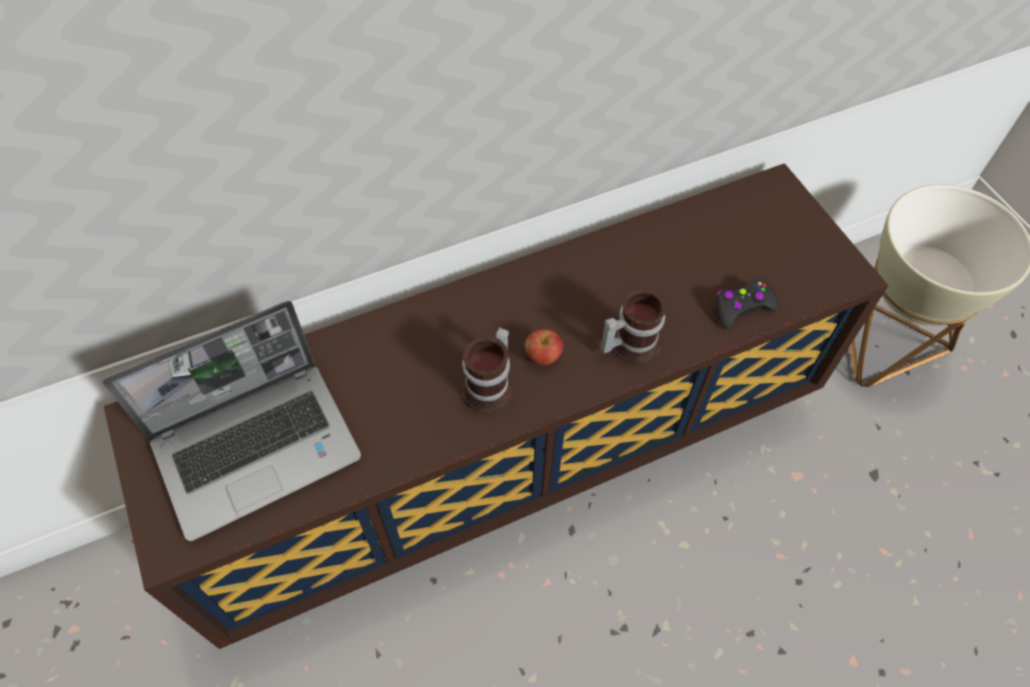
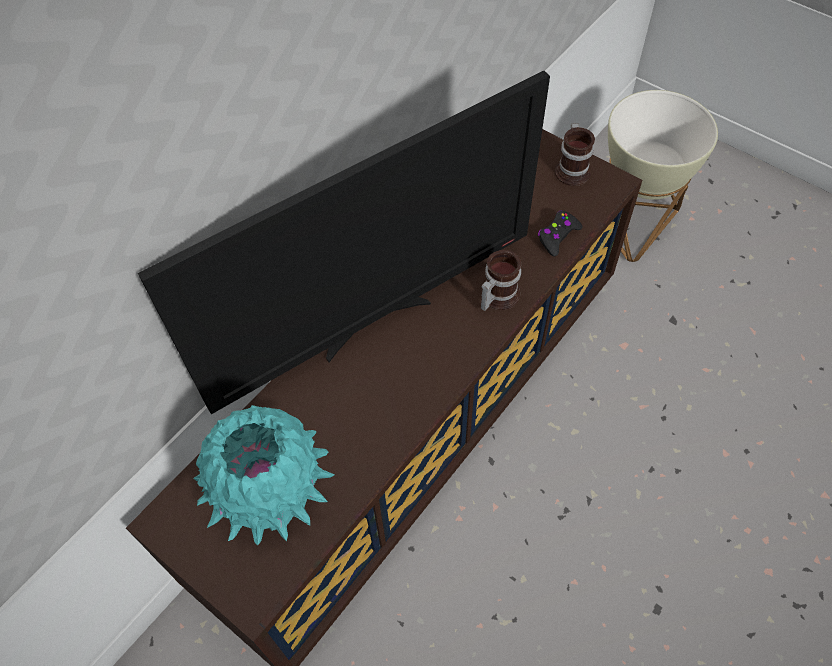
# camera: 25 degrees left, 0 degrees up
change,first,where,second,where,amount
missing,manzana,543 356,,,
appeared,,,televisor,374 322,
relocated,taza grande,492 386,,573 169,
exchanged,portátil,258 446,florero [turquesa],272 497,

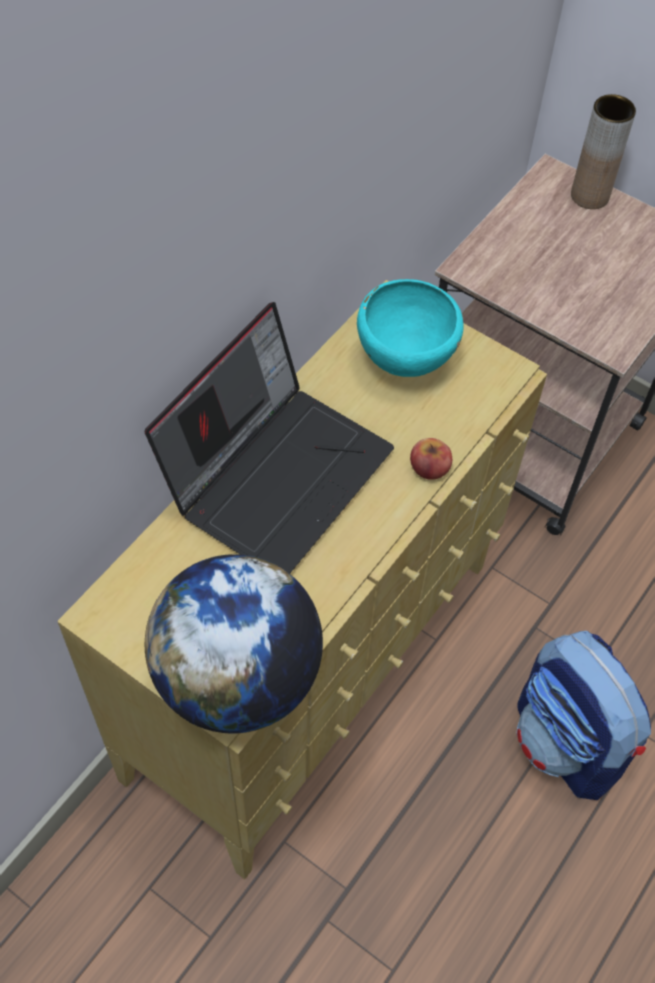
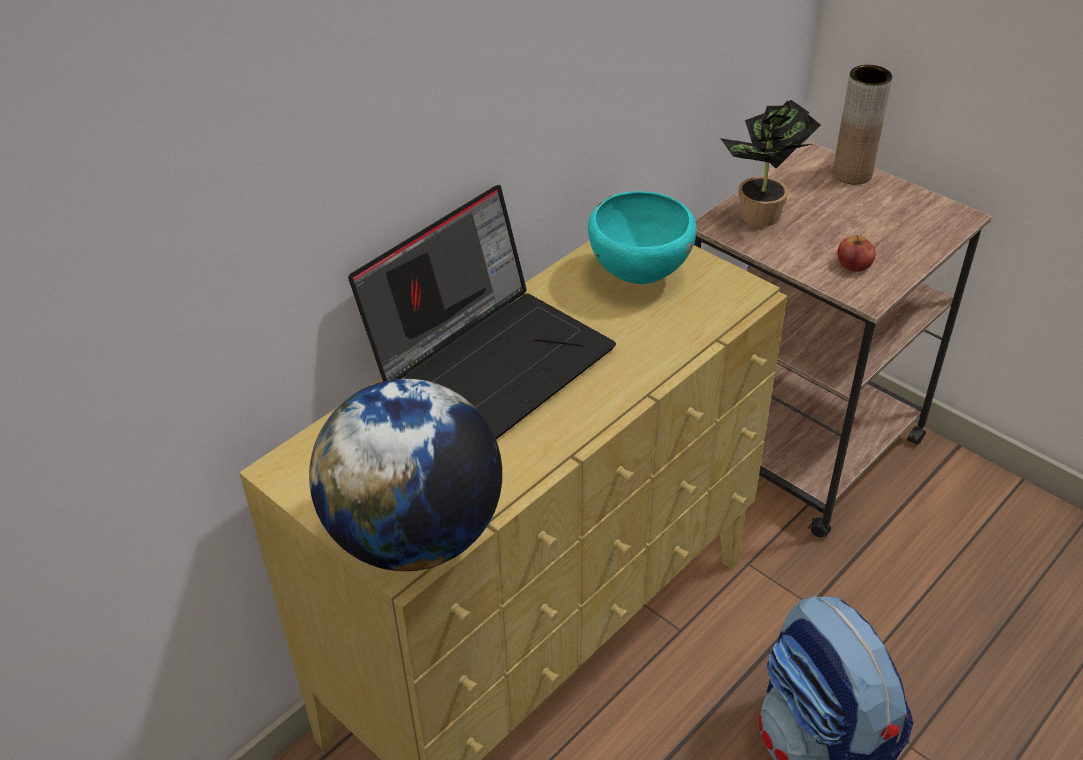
# camera: 10 degrees right, 15 degrees down
change,first,where,second,where,amount
appeared,,,planta en maceta,760 219,
relocated,manzana,429 467,,854 264,

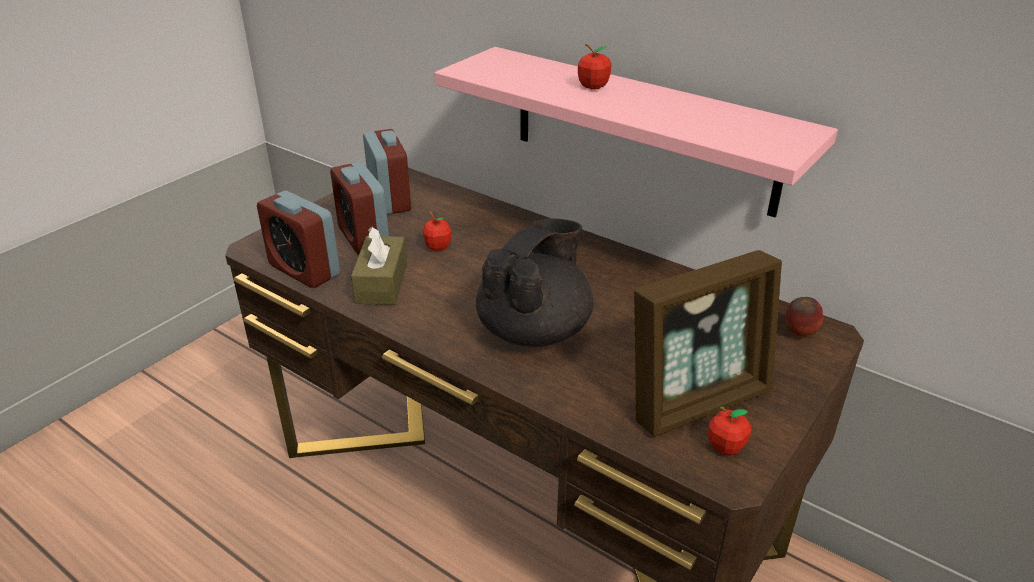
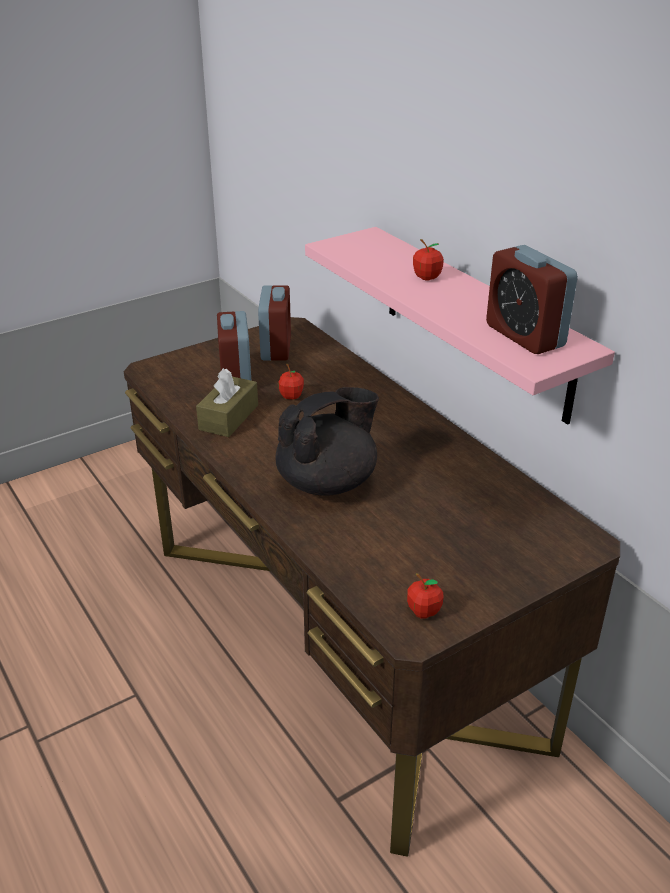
# camera: 20 degrees right, 0 degrees up
change,first,where,second,where,amount
missing,portarretratos,698 400,,,
missing,manzana,799 334,,,
relocated,despertador,304 270,,524 336,

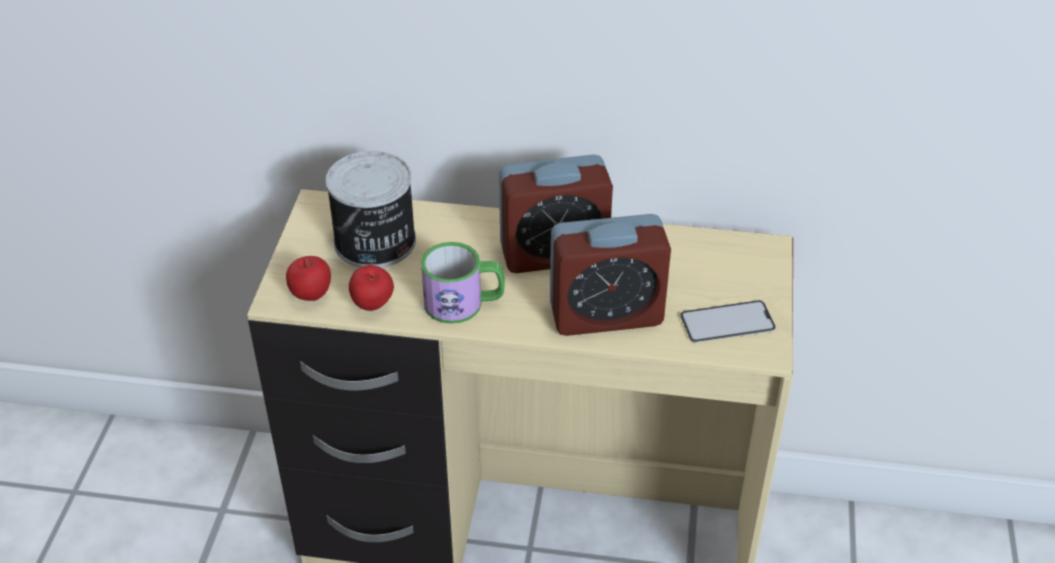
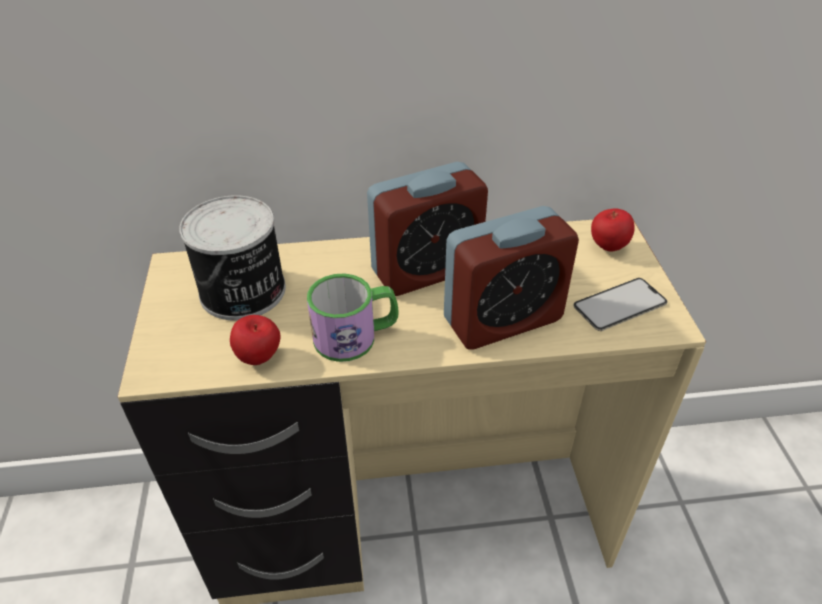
# camera: 15 degrees left, 0 degrees up
change,first,where,second,where,amount
relocated,manzana,311 295,,607 247,

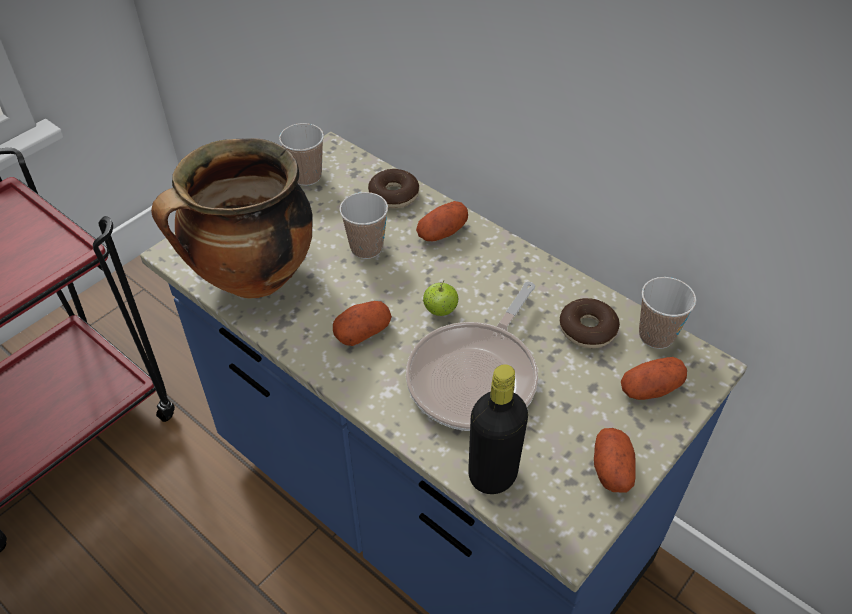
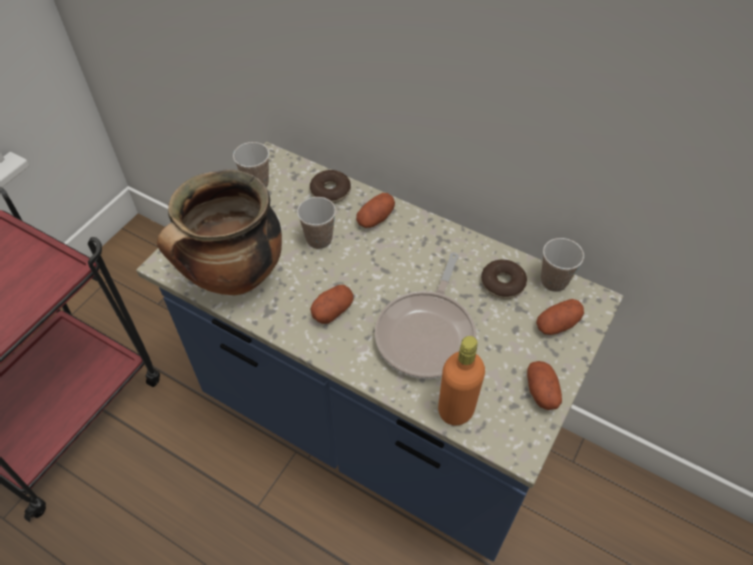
# camera: 10 degrees left, 5 degrees up
change,first,where,second,where,amount
missing,manzana,440 311,,,
colour,botella [negro],492 475,botella [naranja],456 410,

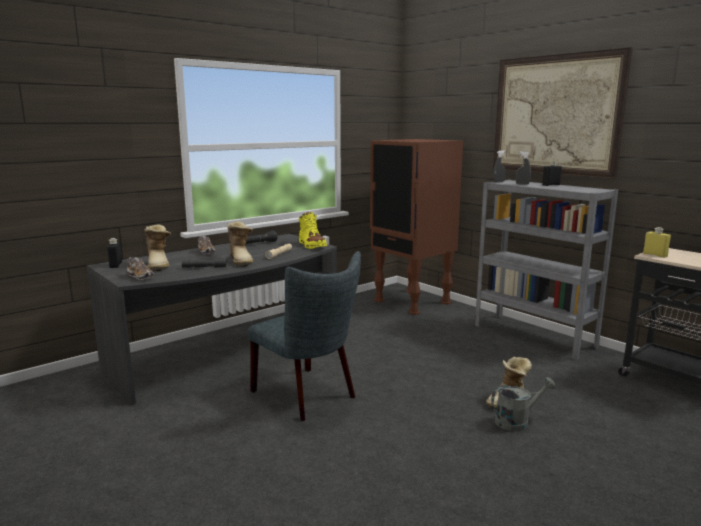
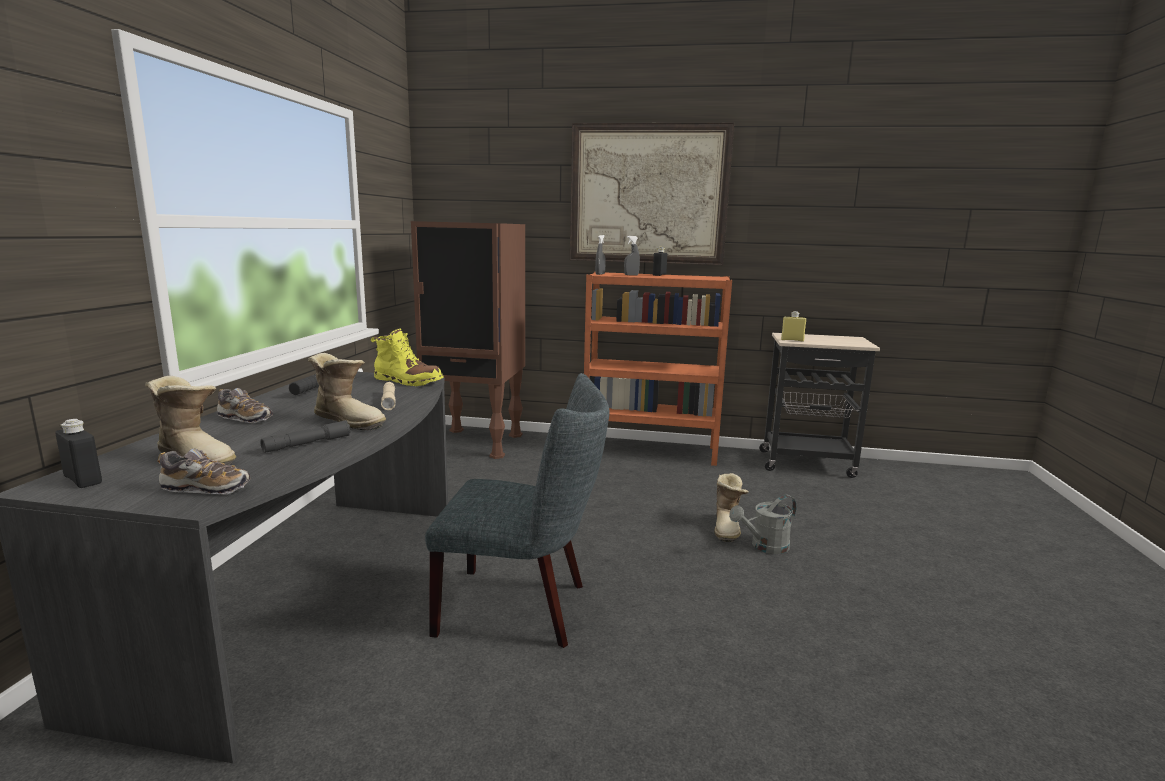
# camera: 40 degrees left, 0 degrees up
change,first,where,second,where,amount
colour,estantería [gris],533 336,estantería [naranja],650 451,
spun,regadera [gris],517 421,,764 546,150 degrees counterclockwise

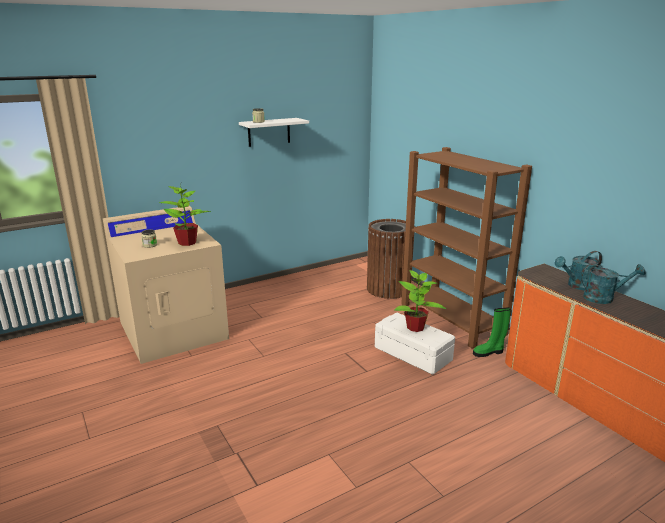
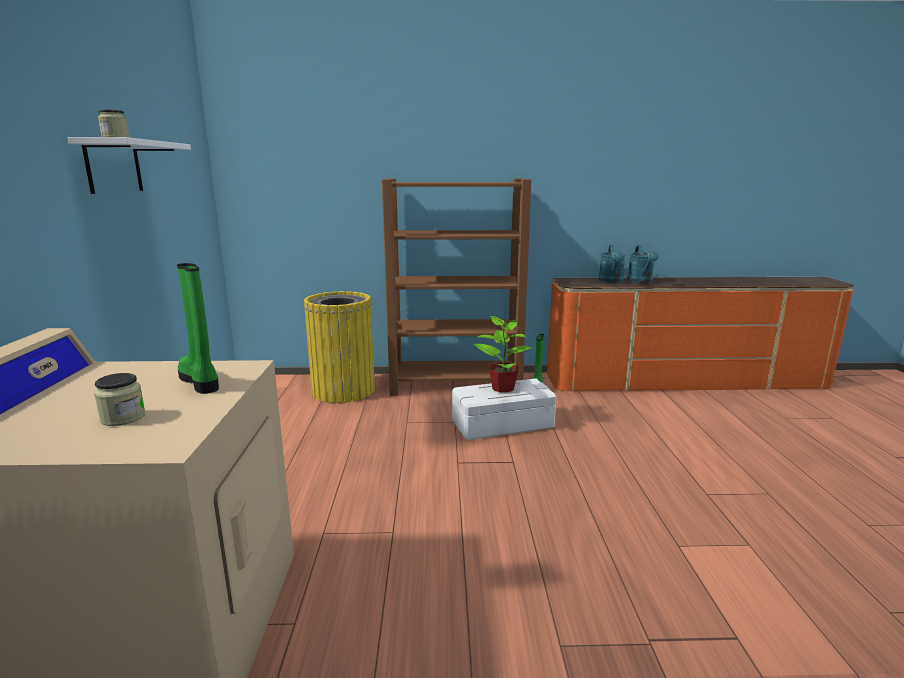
# camera: 60 degrees left, 5 degrees down
change,first,where,second,where,amount
exchanged,planta en maceta,187 243,bota [verde],201 381,
colour,papelera [marrón],388 289,papelera [amarillo],343 390,
spun,regadera [turquesa],603 298,,641 281,150 degrees clockwise

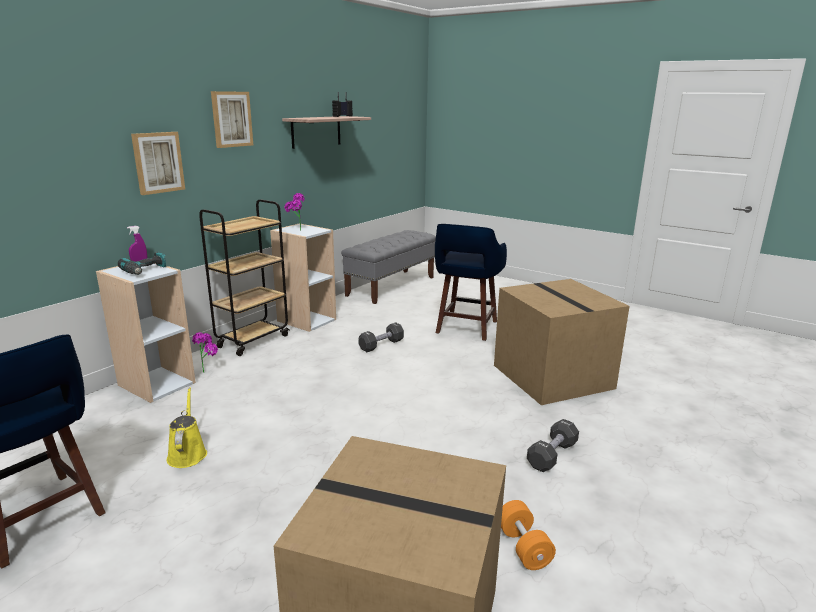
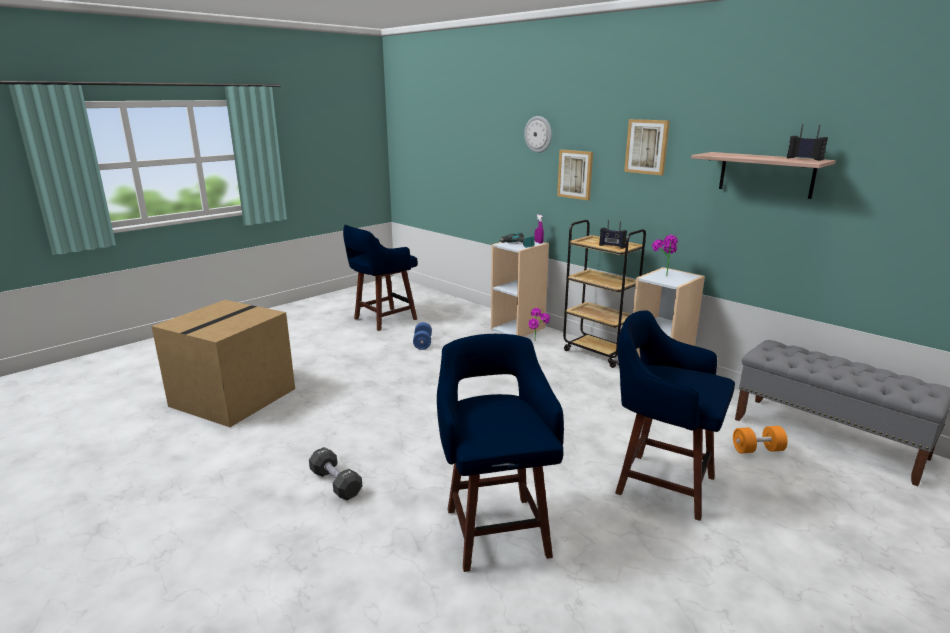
# camera: 100 degrees right, 0 degrees up
change,first,where,second,where,amount
missing,mancuerna [negro],381 345,,,
appeared,,,reloj de pared,538 134,
appeared,,,radio,612 246,
relocated,mancuerna [naranja],523 547,,757 450,
exchanged,regadera [amarillo],187 453,mancuerna [azul],422 343,
exchanged,caja de cartón,550 376,taburete [azul],496 528,

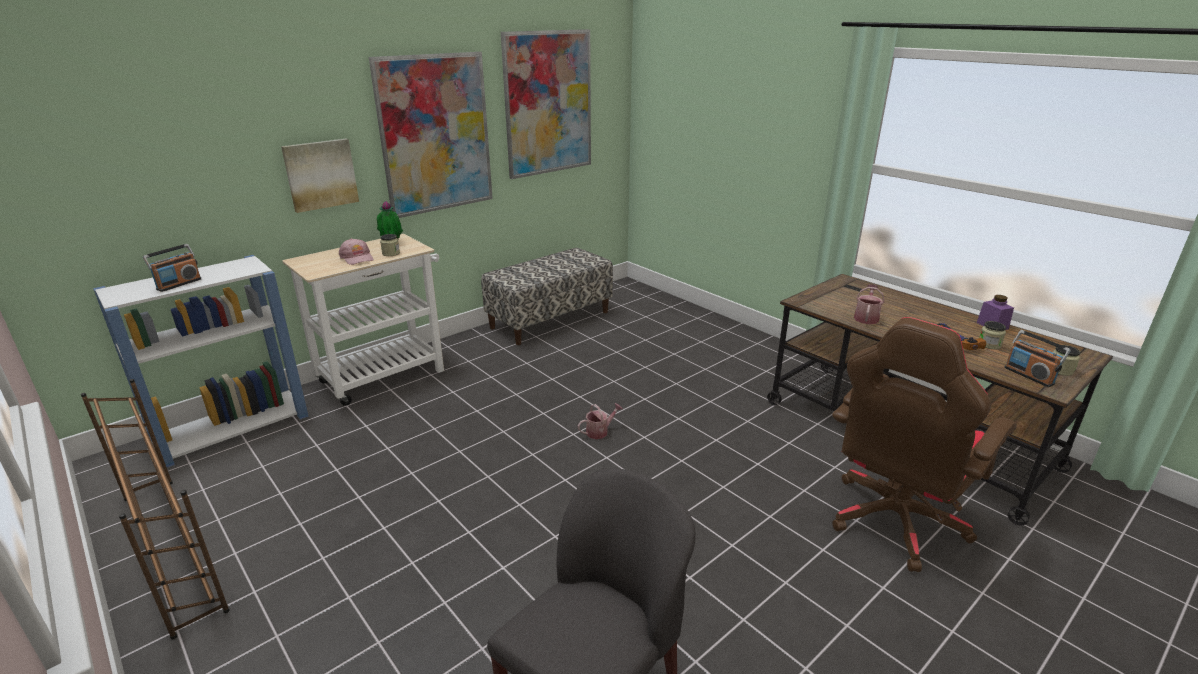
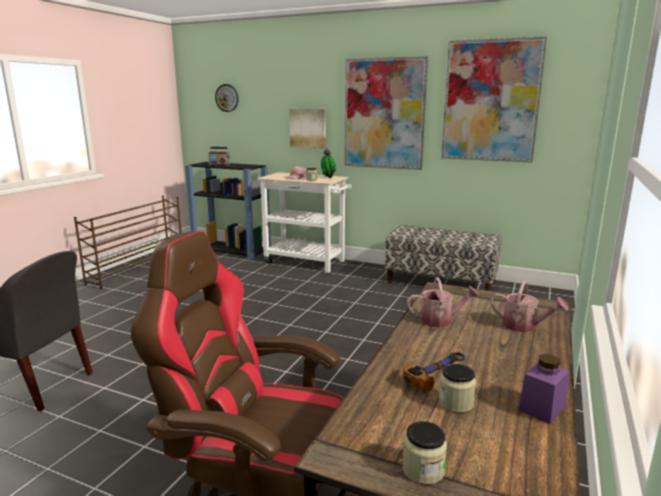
# camera: 65 degrees right, 10 degrees down
change,first,where,second,where,amount
missing,radio,1029 375,,,
appeared,,,reloj de pared,227 98,
relocated,regadera,599 431,,524 326,
colour,estantería [blanco],232 426,estantería [negro],231 250,

